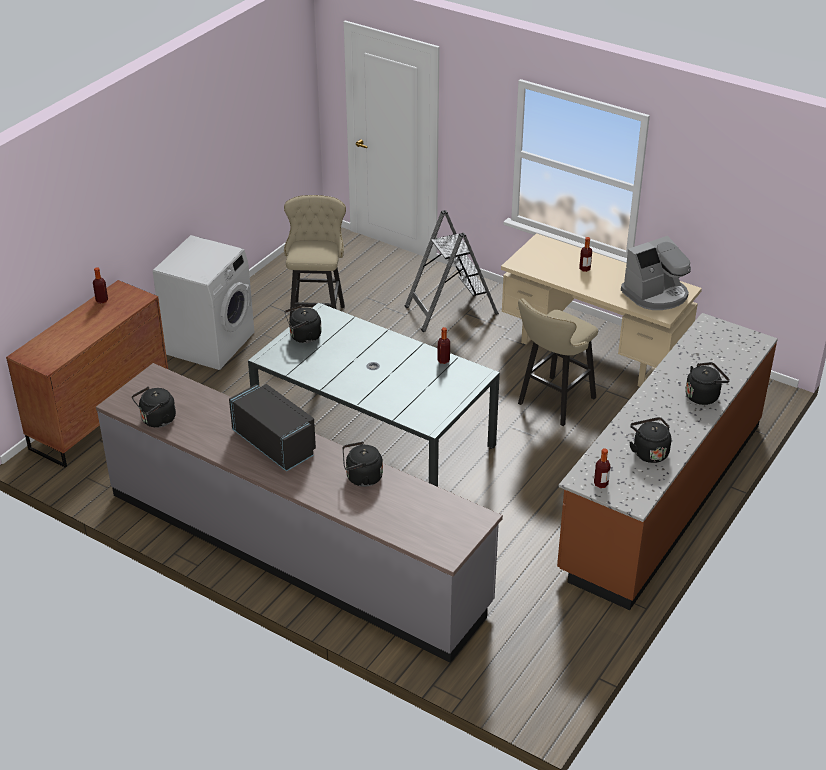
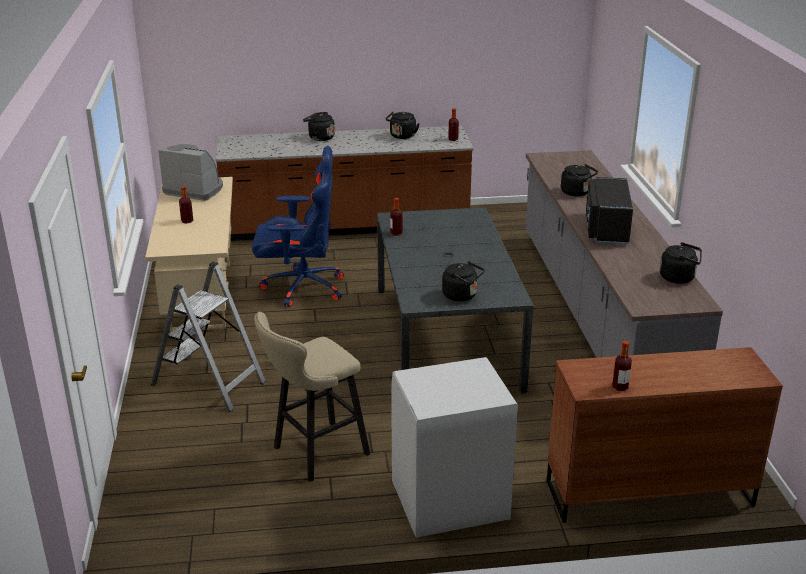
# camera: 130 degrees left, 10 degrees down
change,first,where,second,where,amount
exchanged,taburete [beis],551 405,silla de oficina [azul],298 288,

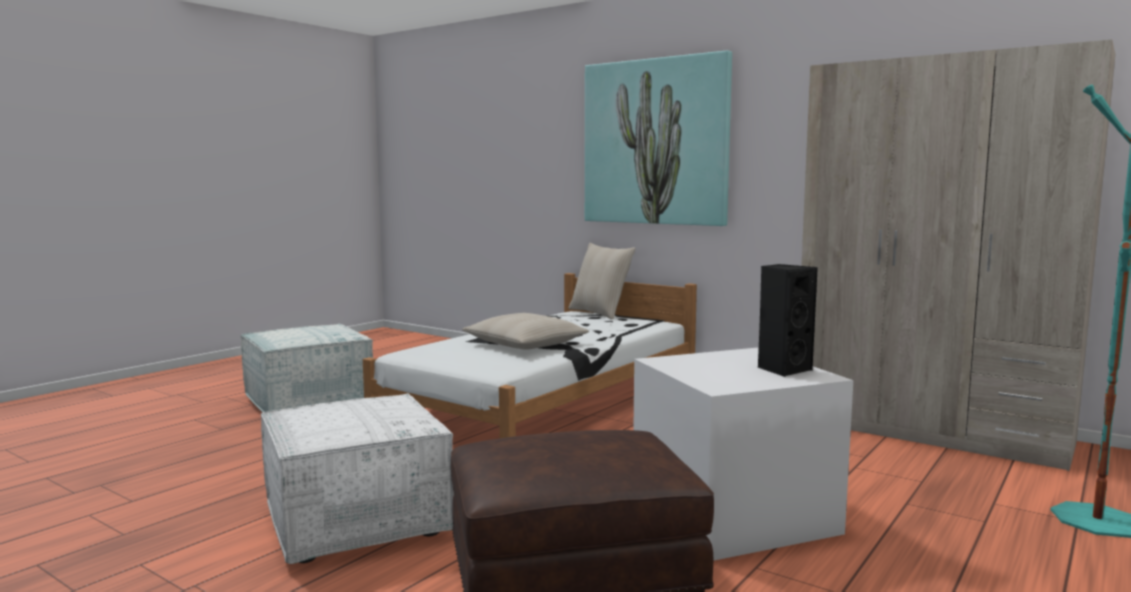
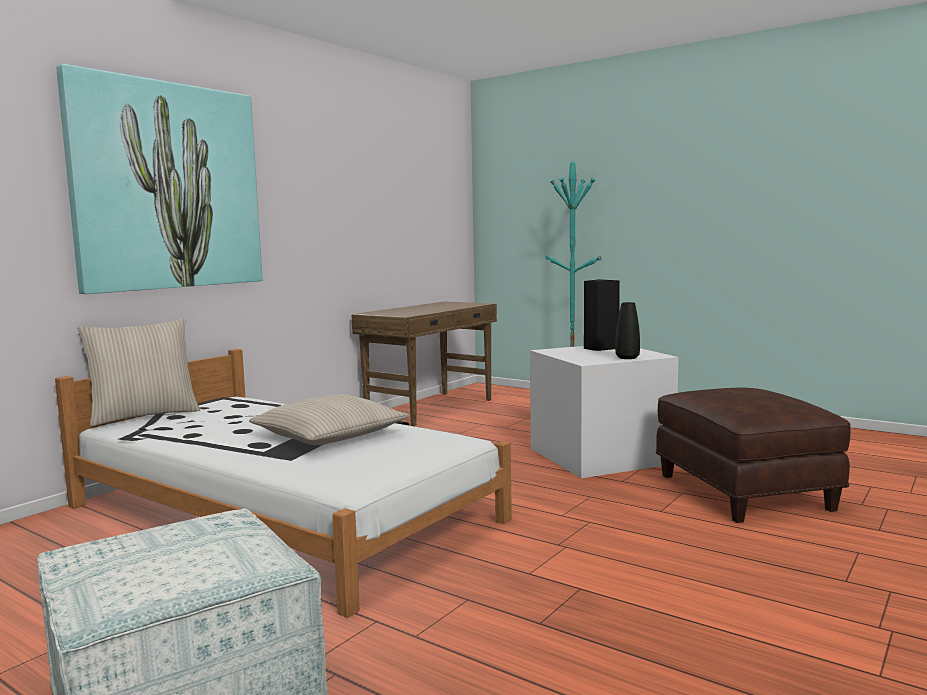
# camera: 90 degrees left, 0 degrees up
change,first,where,second,where,amount
missing,puf [blanco],357 521,,,
appeared,,,florero [negro],627 358,
exchanged,armario ropero [beis],930 431,mesa consola [marrón],430 408,

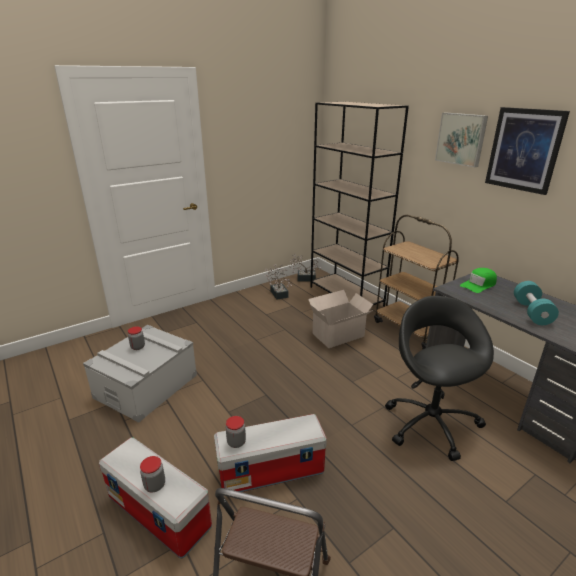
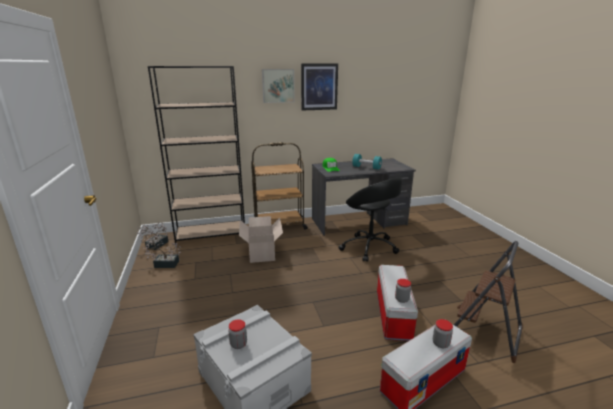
# camera: 70 degrees left, 5 degrees down
change,first,where,second,where,amount
spun,silla de oficina [negro],430 423,,370 248,120 degrees counterclockwise

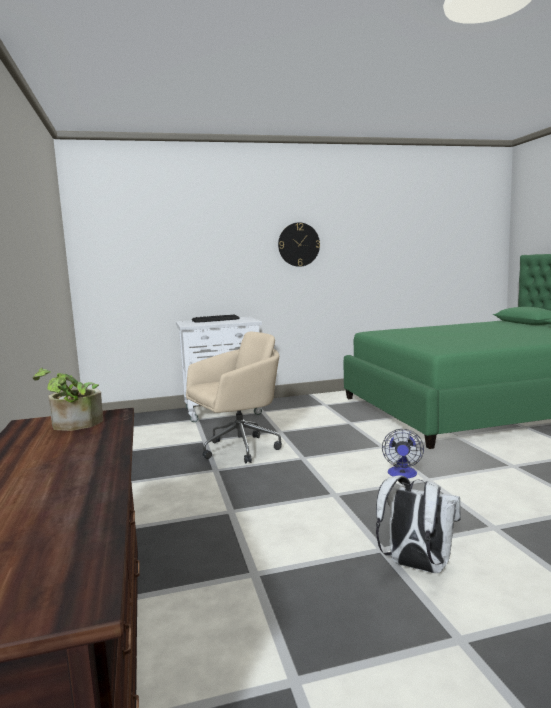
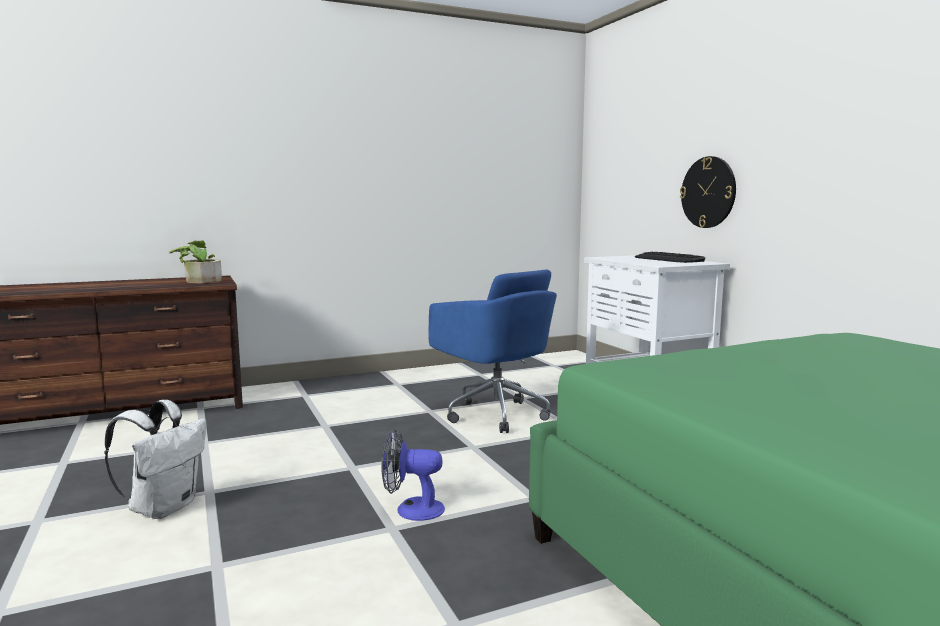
# camera: 80 degrees right, 0 degrees up
change,first,where,second,where,amount
relocated,reloj de pared,298 244,,708 192,
colour,silla de oficina [beis],237 450,silla de oficina [azul],493 414,

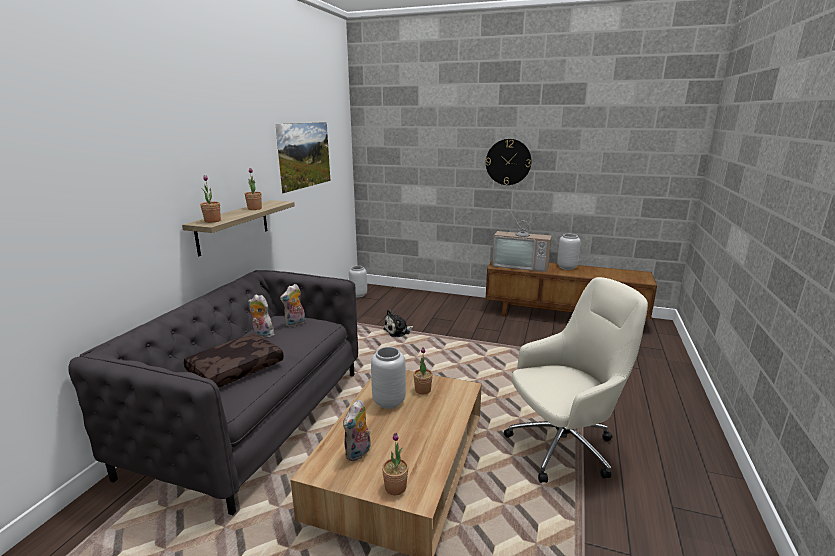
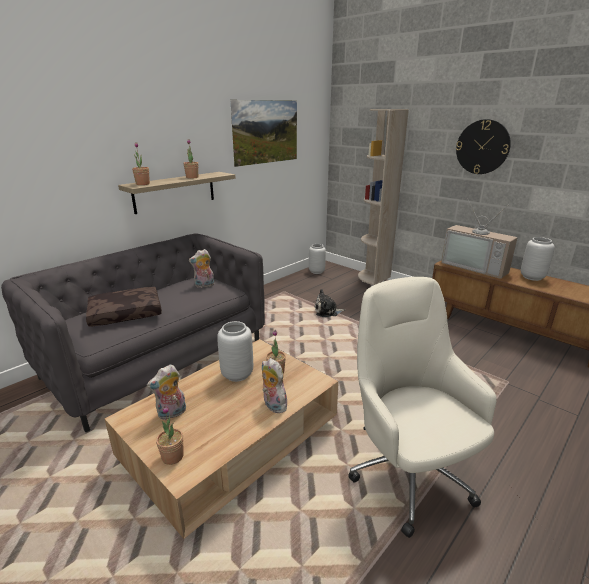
# camera: 25 degrees right, 5 degrees up
change,first,where,second,where,amount
appeared,,,estantería [beis],371 281,
relocated,peluche,262 335,,273 405,
spun,silla de oficina [beis],562 448,,407 476,120 degrees counterclockwise

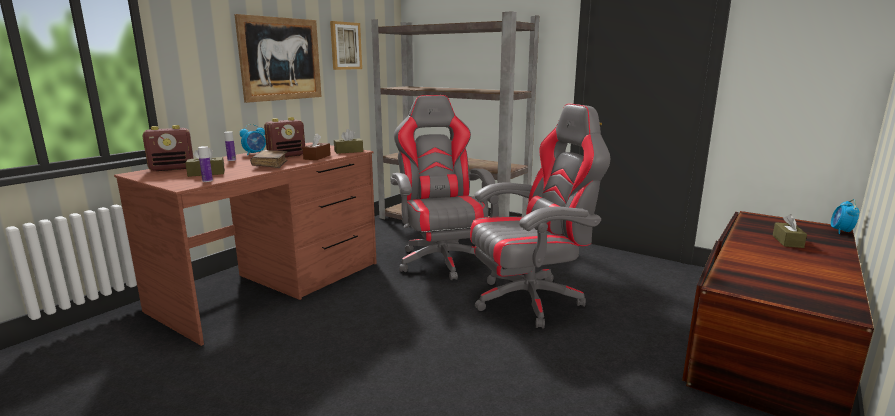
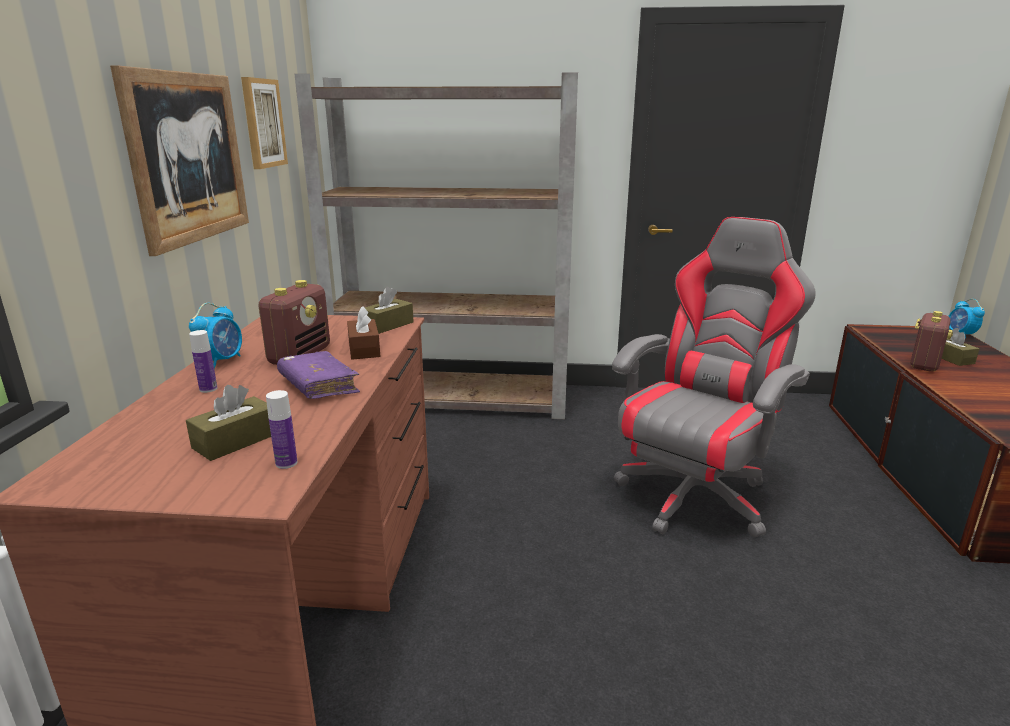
# camera: 30 degrees left, 5 degrees up
change,first,where,second,where,amount
missing,silla de oficina [gris],441 261,,,
relocated,radio,172 168,,924 364,
colour,libro [marrón],270 164,libro [morado],318 386,

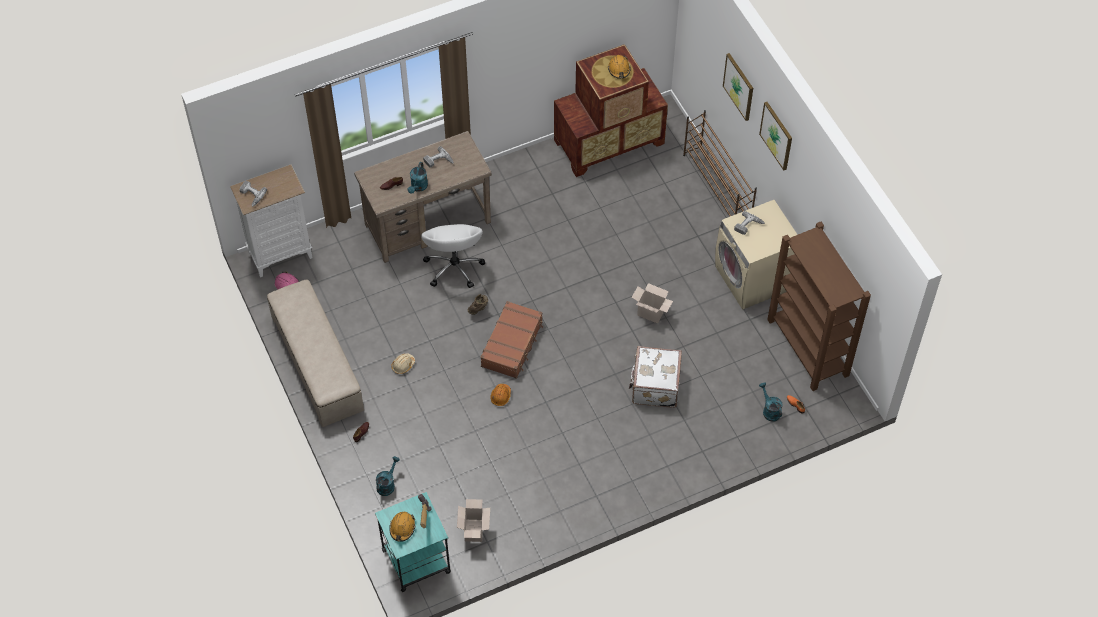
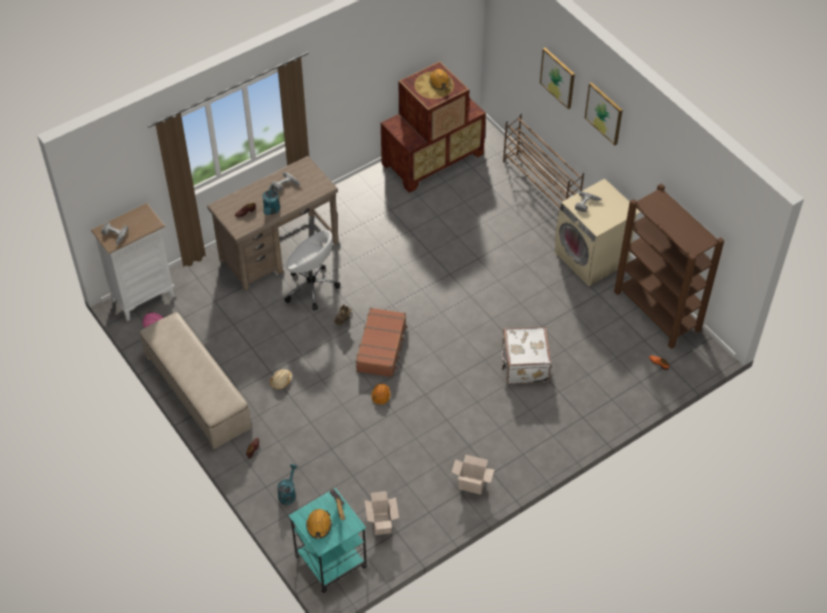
# camera: 10 degrees left, 5 degrees down
change,first,where,second,where,amount
missing,regadera [turquesa],769 410,,,
relocated,caja de cartón,651 313,,472 484,
spun,silla de oficina [blanco],454 269,,312 288,45 degrees counterclockwise

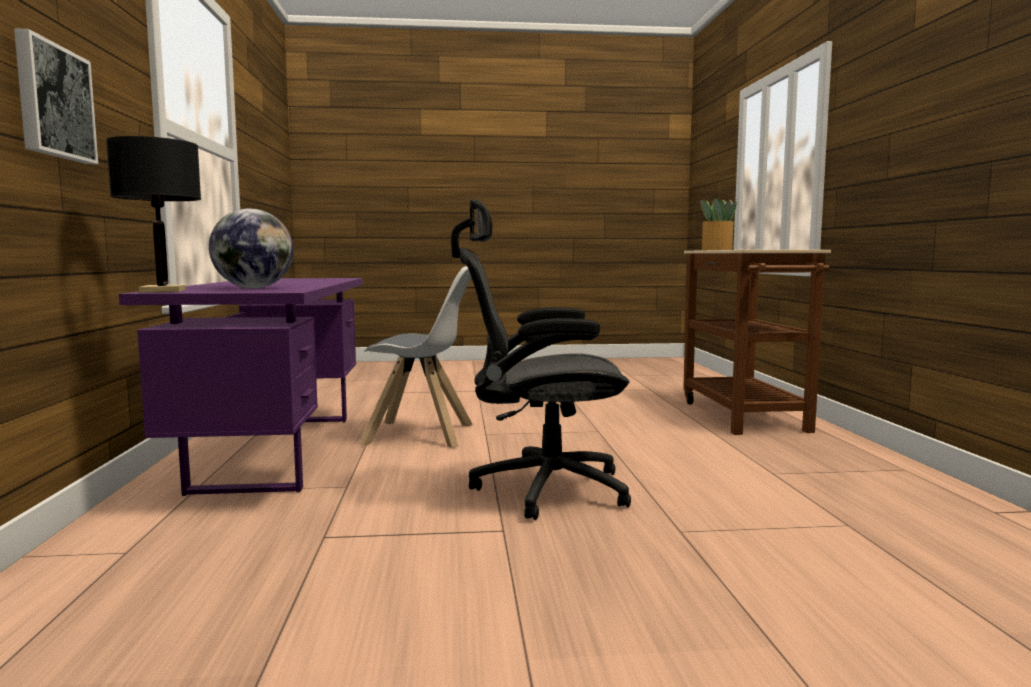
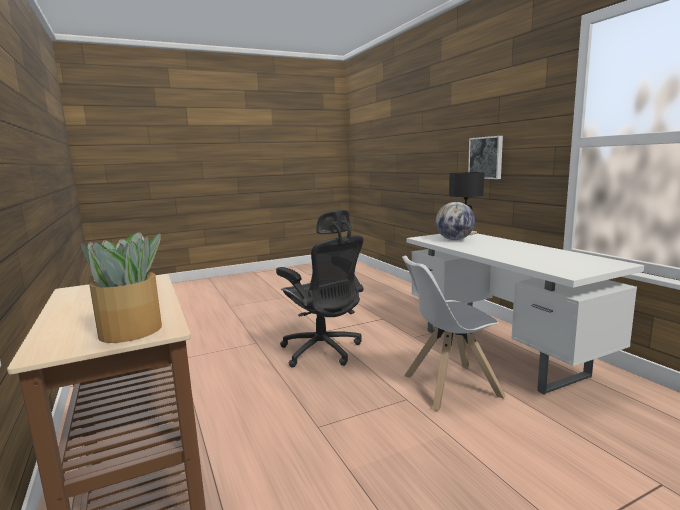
# camera: 160 degrees right, 5 degrees up
change,first,where,second,where,amount
colour,escritorio [morado],278 450,escritorio [blanco],500 351,
spun,silla de oficina,542 490,,323 352,75 degrees clockwise

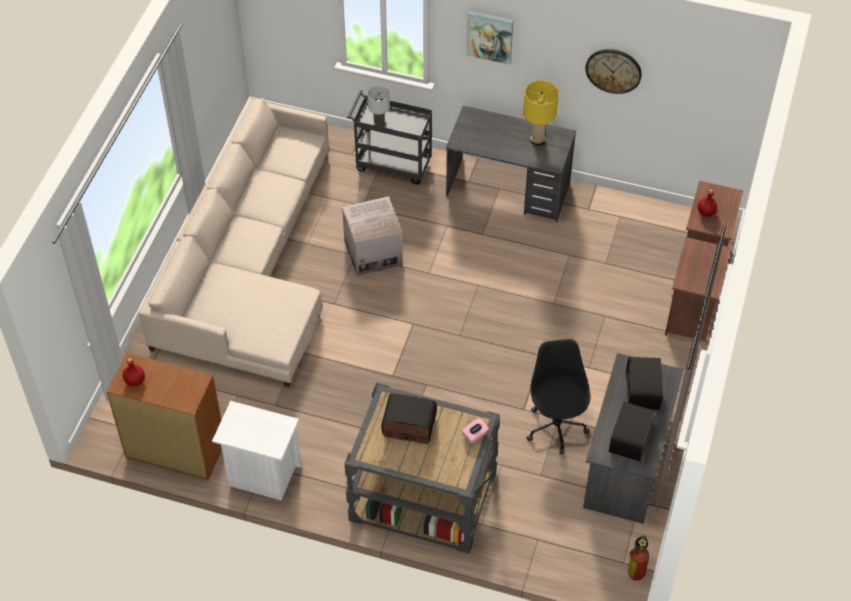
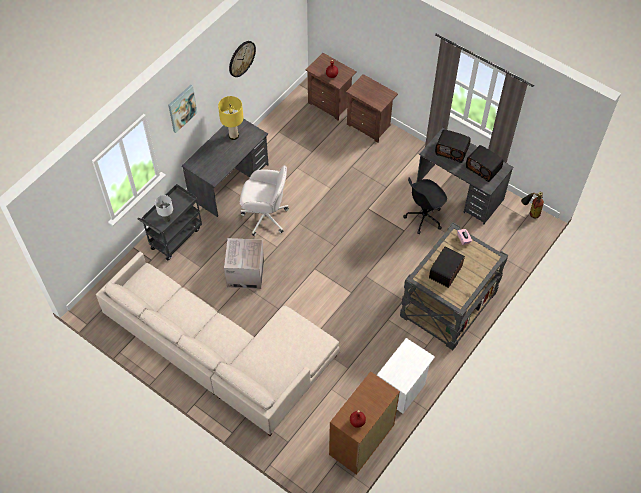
# camera: 70 degrees left, 5 degrees up
change,first,where,second,where,amount
appeared,,,silla de oficina [blanco],265 218,
spun,silla de oficina [negro],555 427,,422 219,45 degrees counterclockwise

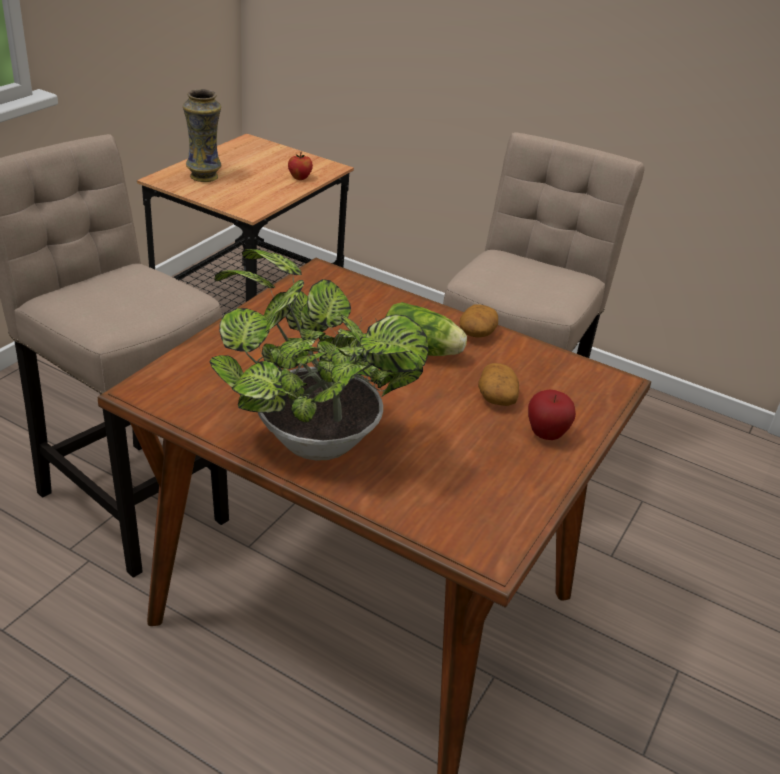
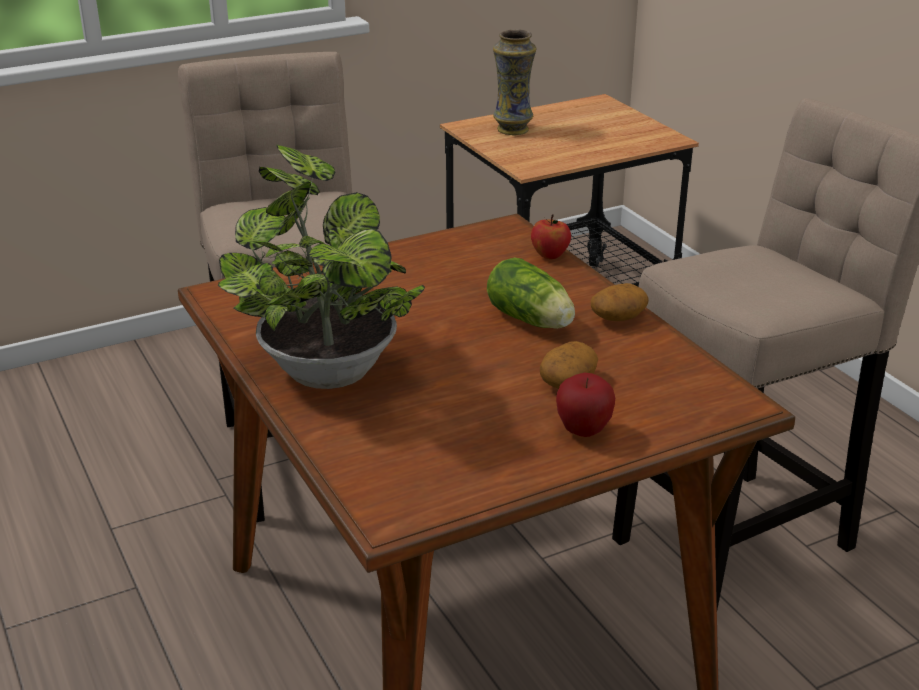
# camera: 35 degrees right, 5 degrees down
change,first,where,second,where,amount
relocated,manzana,299 178,,550 255,

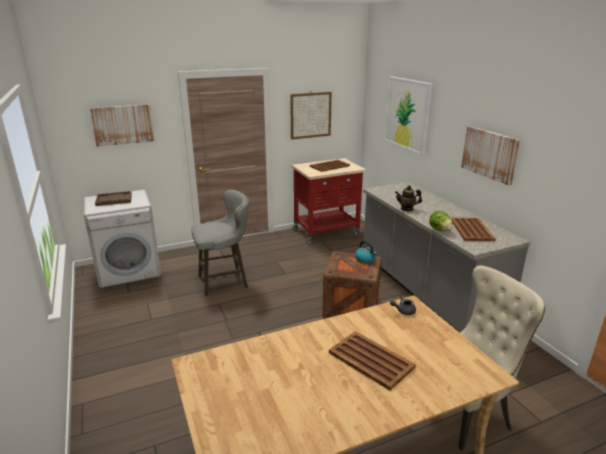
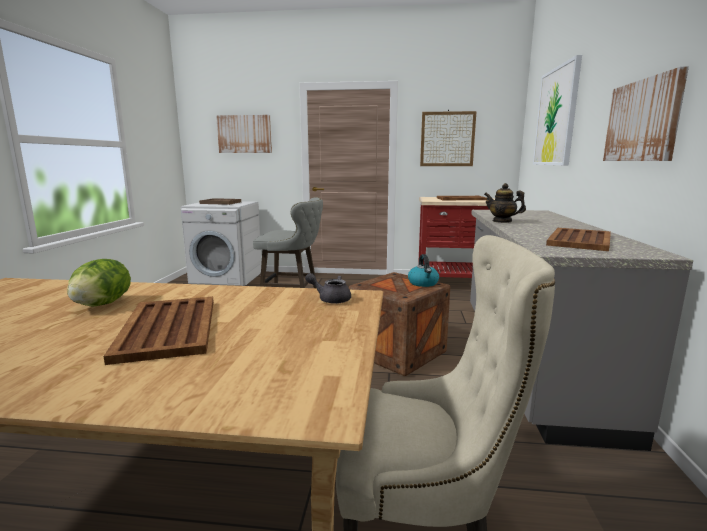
# camera: 30 degrees right, 10 degrees down
change,first,where,second,where,amount
relocated,lechuga,440 230,,102 304,

